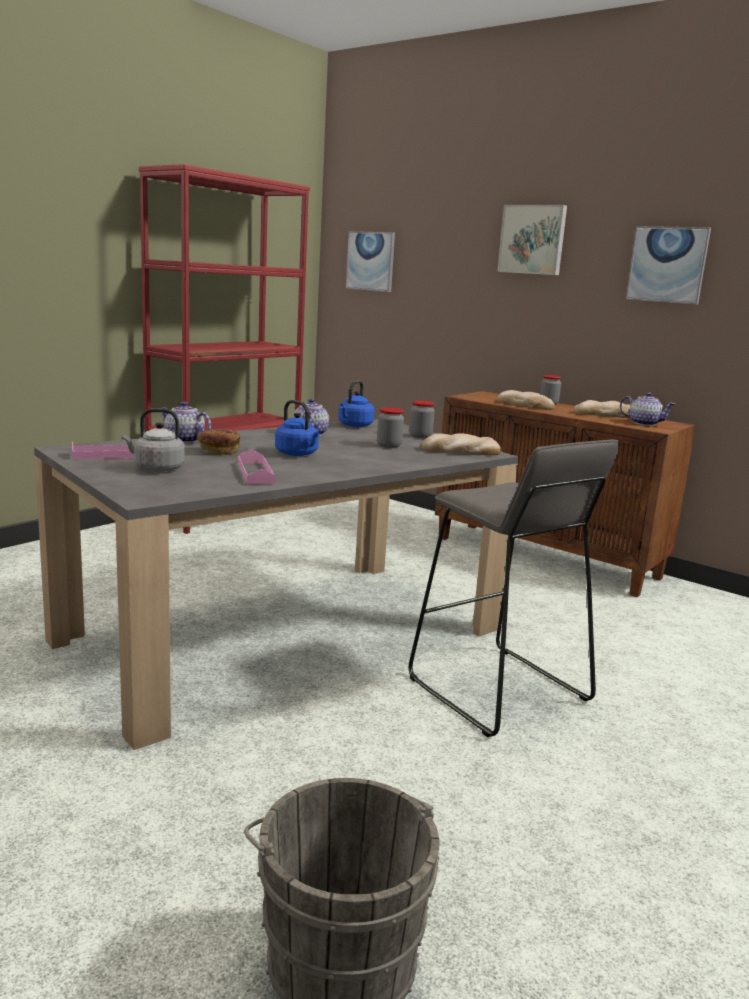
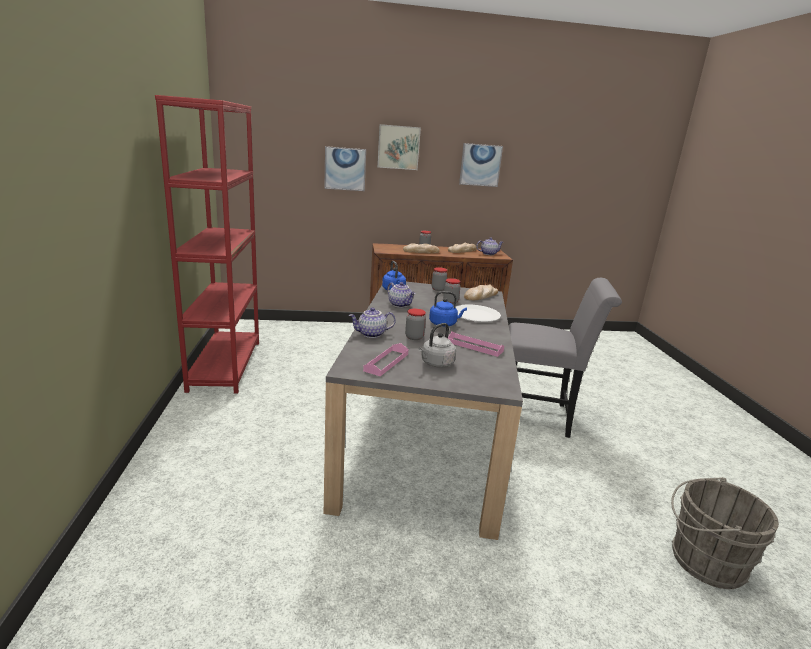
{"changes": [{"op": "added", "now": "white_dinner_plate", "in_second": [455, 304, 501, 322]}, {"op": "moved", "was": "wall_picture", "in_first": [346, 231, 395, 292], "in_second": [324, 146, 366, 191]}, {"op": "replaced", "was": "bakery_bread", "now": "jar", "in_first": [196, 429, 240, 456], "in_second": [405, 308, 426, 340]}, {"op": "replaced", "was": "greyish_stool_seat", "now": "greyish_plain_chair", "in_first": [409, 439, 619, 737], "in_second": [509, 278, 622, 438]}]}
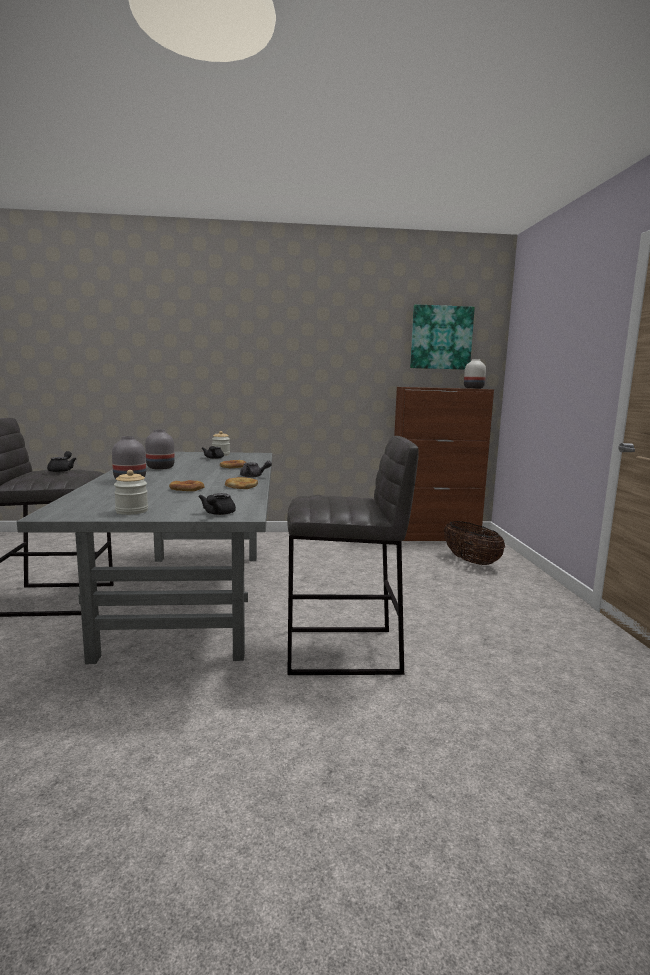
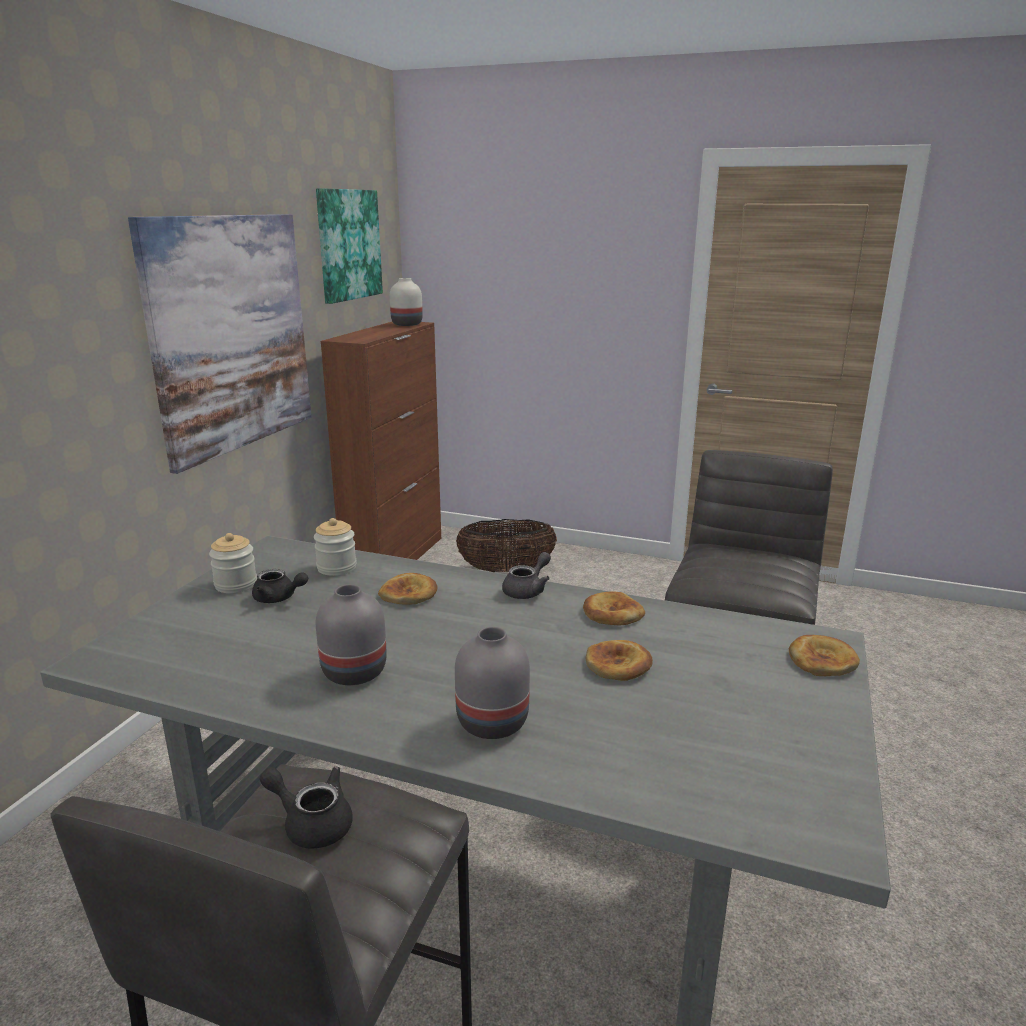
{"changes": [{"op": "added", "now": "wall_picture", "in_second": [128, 214, 311, 474]}, {"op": "moved", "was": "jar", "in_first": [114, 470, 148, 515], "in_second": [314, 518, 357, 576]}, {"op": "replaced", "was": "black-coloured_pot_for_tea", "now": "bakery_bread", "in_first": [198, 493, 236, 515], "in_second": [789, 635, 860, 676]}]}
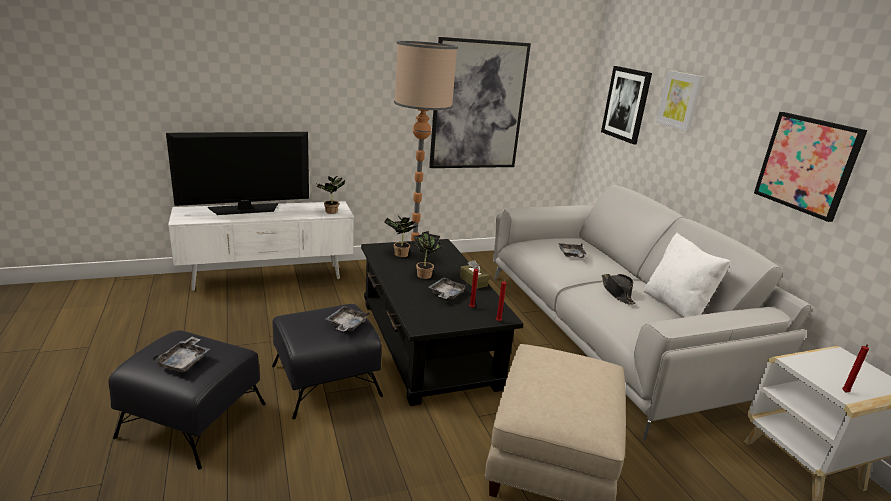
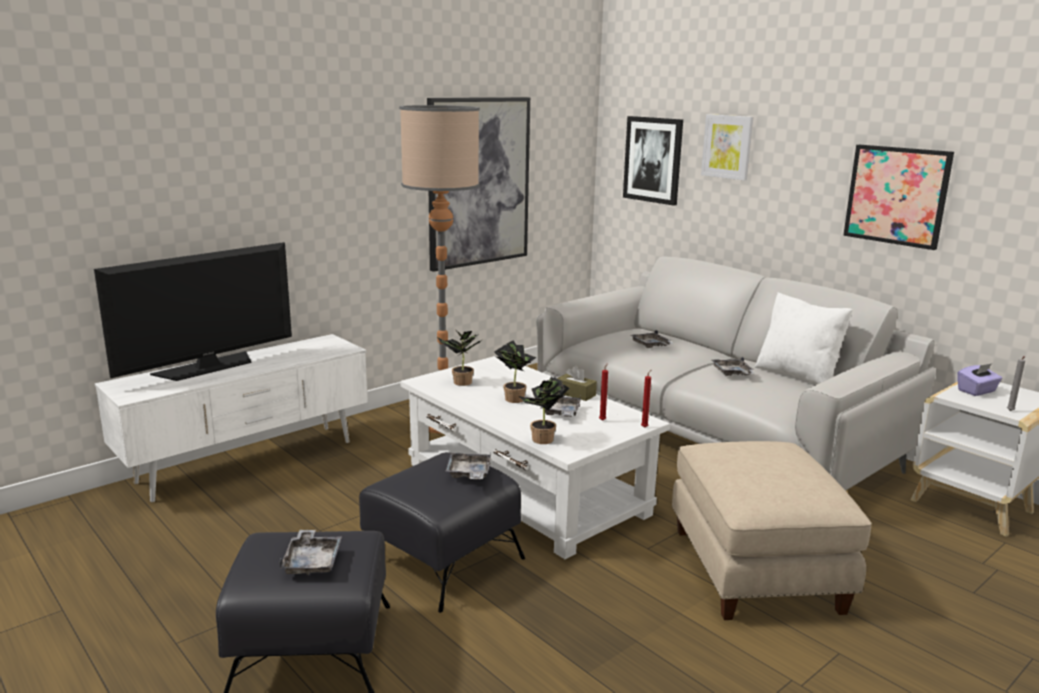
{"changes": [{"op": "added", "now": "purplish_tissue_box", "in_second": [958, 363, 1002, 396]}, {"op": "moved", "was": "houseplant", "in_first": [315, 176, 345, 214], "in_second": [519, 377, 569, 444]}, {"op": "replaced", "was": "black-coloured_hat", "now": "greyish_serving_tray", "in_first": [602, 274, 635, 305], "in_second": [712, 357, 754, 376]}, {"op": "recoloured", "was": "black-coloured_lounge_table", "now": "white_lounge_table", "in_first": [361, 239, 523, 406], "in_second": [400, 356, 670, 559]}, {"op": "recoloured", "was": "red_candle", "now": "greyish_candle", "in_first": [842, 344, 869, 393], "in_second": [1007, 356, 1025, 411]}]}
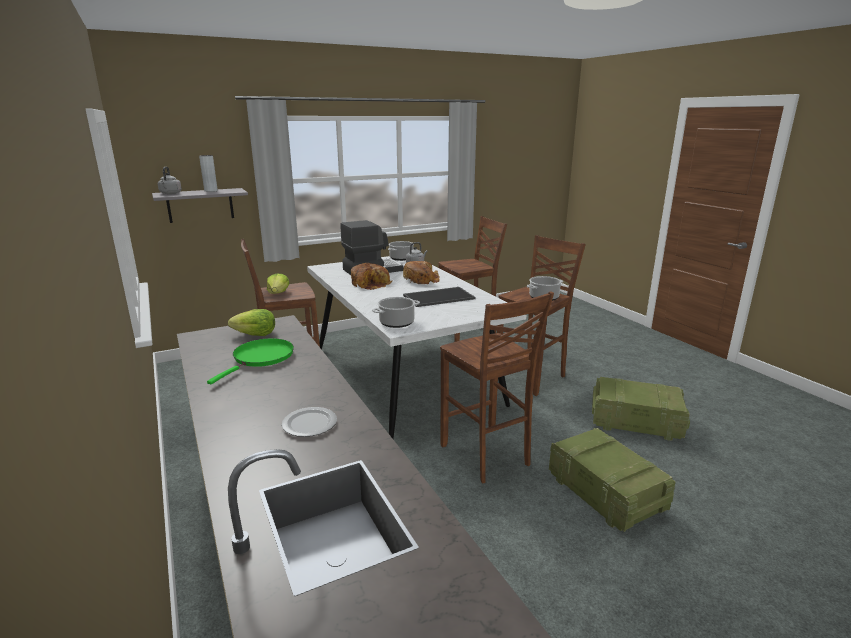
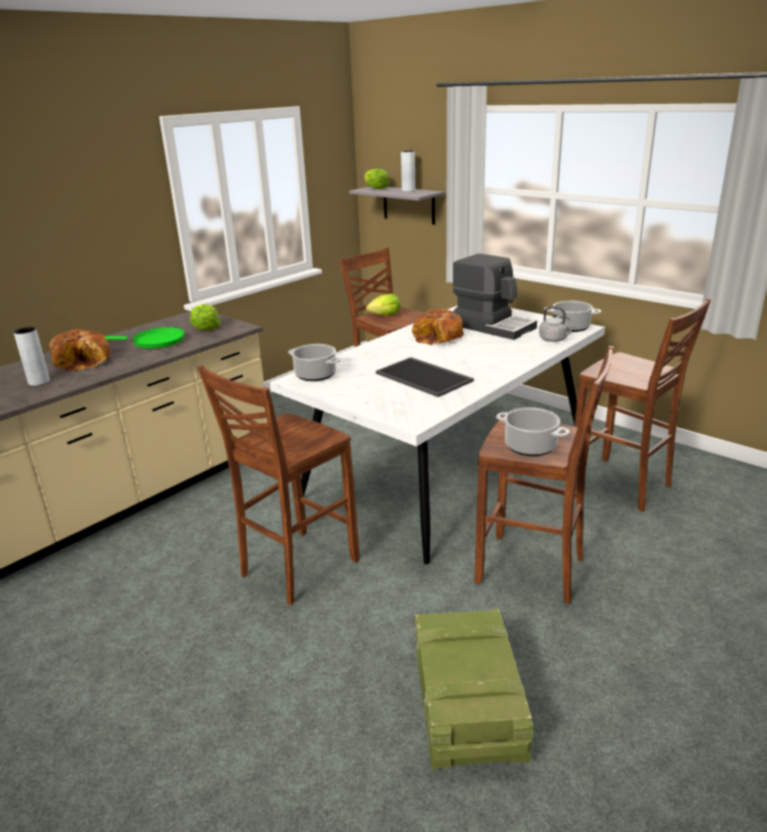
{"changes": [{"op": "removed", "was": "shipping_crate", "in_first": [549, 428, 676, 532]}, {"op": "moved", "was": "bakery_bread", "in_first": [403, 261, 440, 284], "in_second": [49, 329, 110, 372]}, {"op": "replaced", "was": "greyish_tea_kettle", "now": "head_of_lettuce", "in_first": [158, 167, 182, 194], "in_second": [364, 169, 389, 189]}, {"op": "replaced", "was": "dinner_plate", "now": "greyish_flower_vase", "in_first": [282, 407, 337, 437], "in_second": [14, 327, 50, 386]}]}
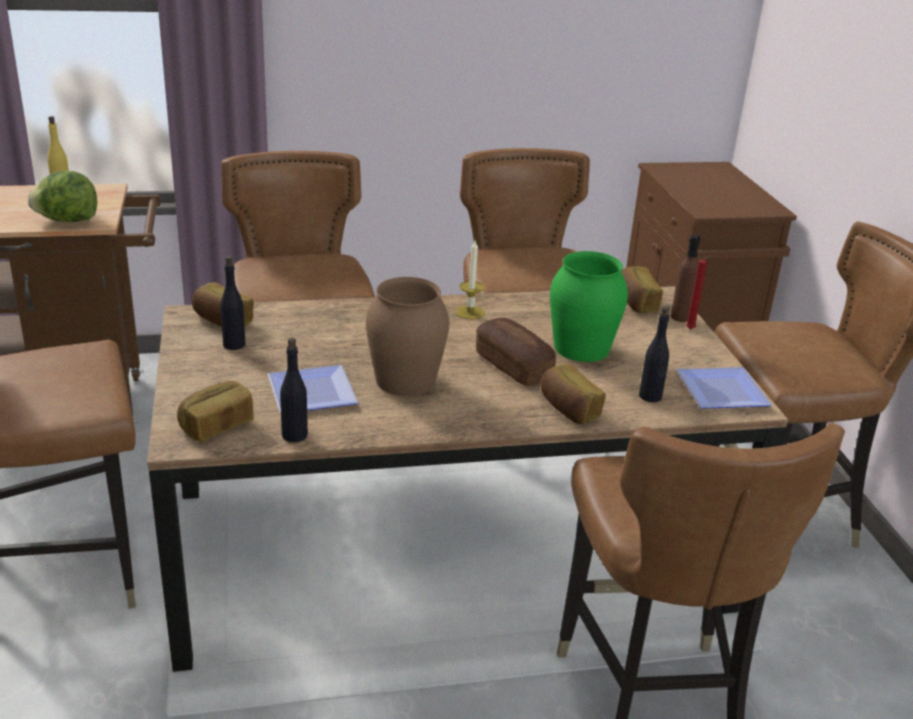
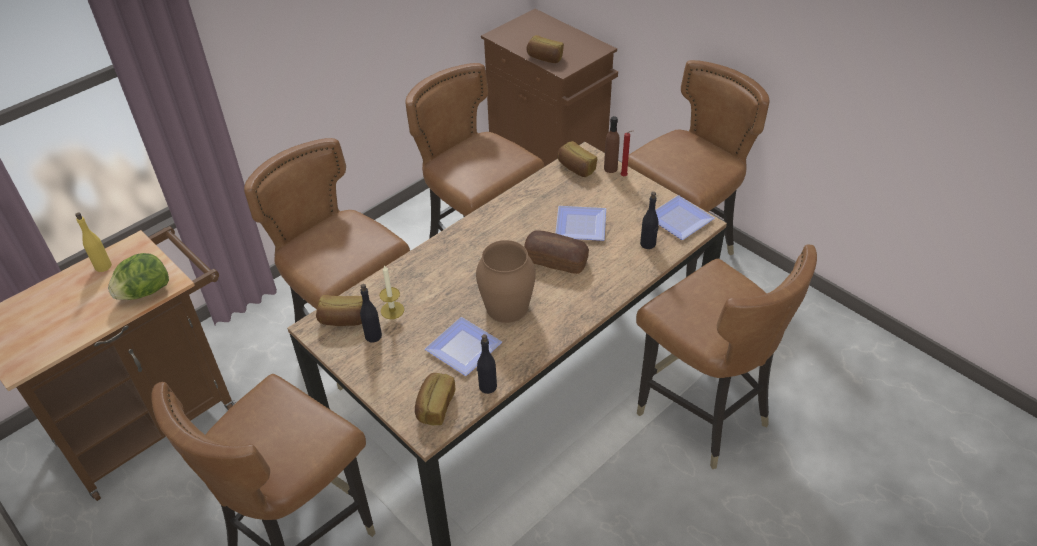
{"changes": [{"op": "moved", "was": "candle", "in_first": [456, 241, 485, 320], "in_second": [379, 265, 404, 319]}, {"op": "moved", "was": "bakery_bread", "in_first": [540, 364, 606, 424], "in_second": [526, 35, 564, 63]}, {"op": "replaced", "was": "green-coloured_flower_vase", "now": "dinner_plate", "in_first": [550, 251, 628, 362], "in_second": [555, 206, 606, 241]}]}
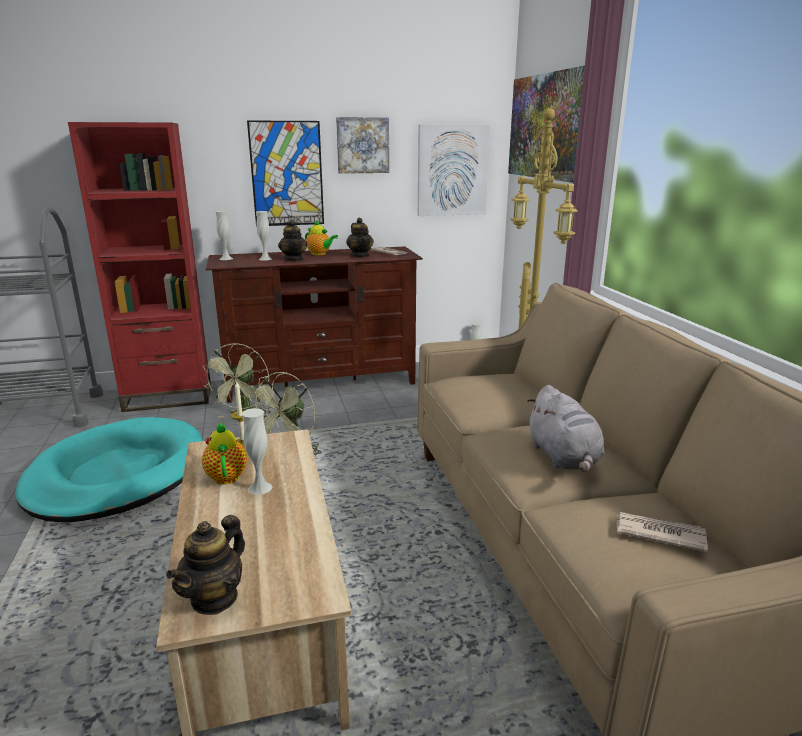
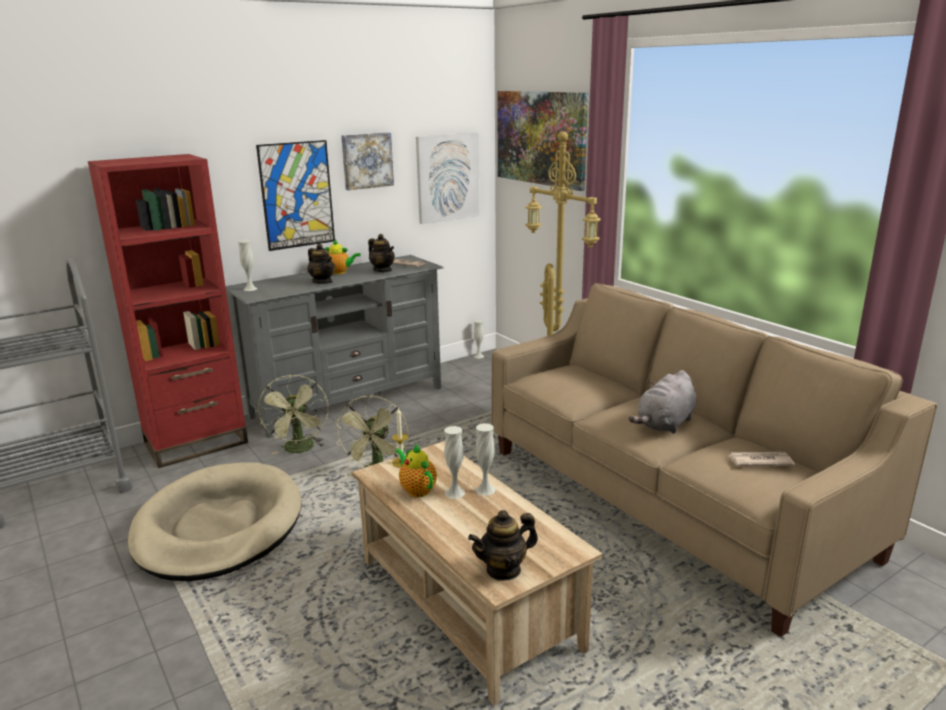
{"changes": [{"op": "moved", "was": "white_flower_vase", "in_first": [256, 211, 272, 261], "in_second": [475, 423, 496, 496]}, {"op": "recoloured", "was": "turquoise-coloured_dog_cushion", "now": "sand-coloured_dog_cushion", "in_first": [15, 417, 203, 522], "in_second": [128, 462, 301, 581]}, {"op": "recoloured", "was": "brownish_tv_stand", "now": "greyish_tv_stand", "in_first": [205, 247, 423, 403], "in_second": [225, 255, 444, 438]}, {"op": "turned", "was": "pot_for_tea", "in_first": [166, 515, 245, 615], "in_second": [468, 510, 538, 581], "clockwise": 60}, {"op": "turned", "was": "greyish_soft_toy", "in_first": [527, 385, 604, 472], "in_second": [629, 370, 696, 434], "clockwise": 75}]}
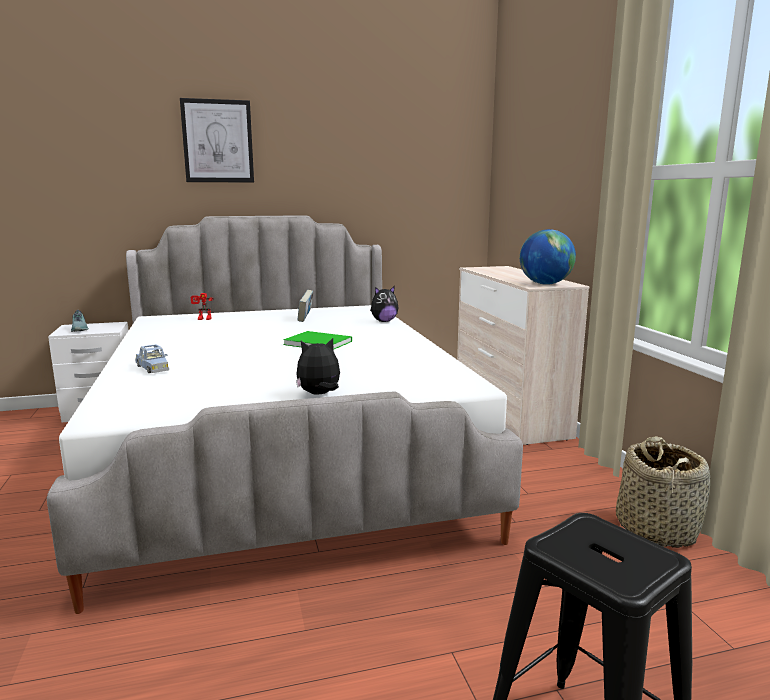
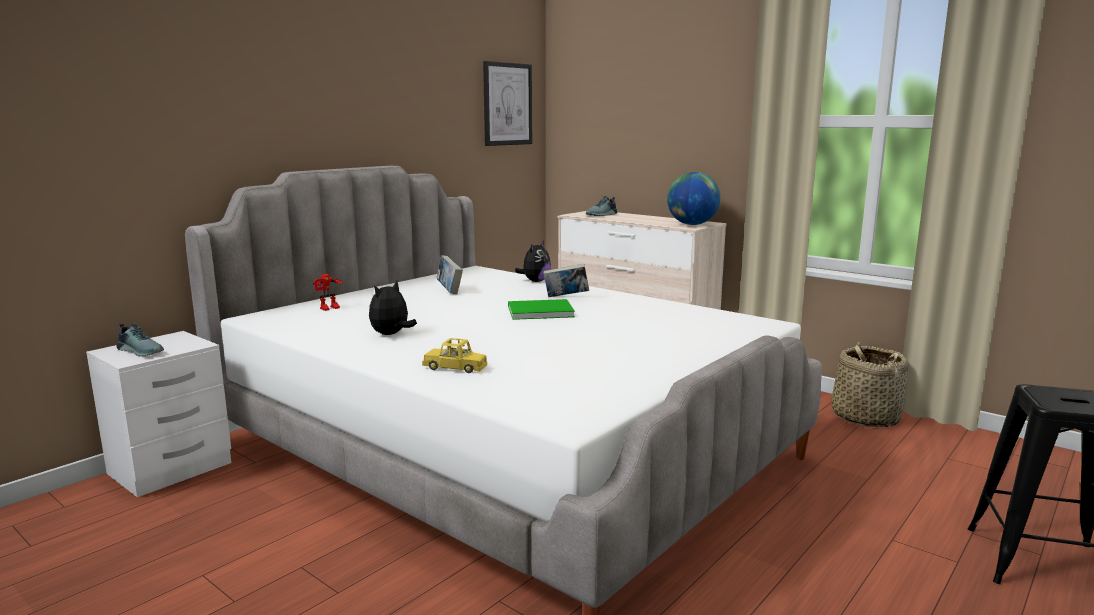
{"changes": [{"op": "added", "now": "book", "in_second": [543, 264, 589, 297]}, {"op": "added", "now": "shoe", "in_second": [586, 196, 617, 216]}, {"op": "moved", "was": "wall_picture", "in_first": [180, 98, 254, 182], "in_second": [483, 61, 532, 146]}, {"op": "moved", "was": "soft_toy", "in_first": [296, 338, 340, 394], "in_second": [369, 281, 417, 335]}, {"op": "recoloured", "was": "blue_miniature_car", "now": "yellow_miniature_car", "in_first": [135, 344, 169, 373], "in_second": [422, 338, 487, 373]}]}
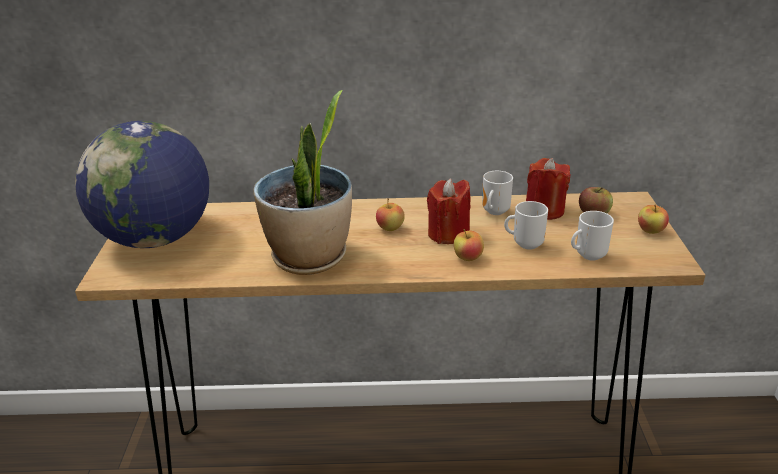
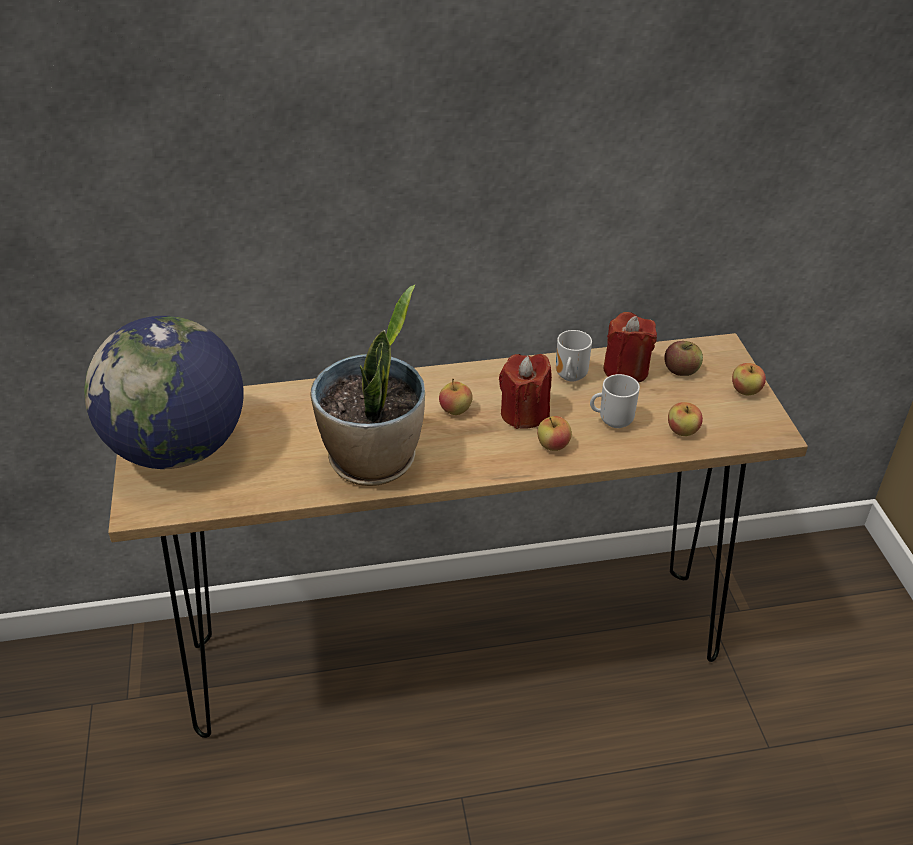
{"changes": [{"op": "replaced", "was": "mug", "now": "apple", "in_first": [571, 211, 614, 261], "in_second": [668, 402, 703, 436]}]}
